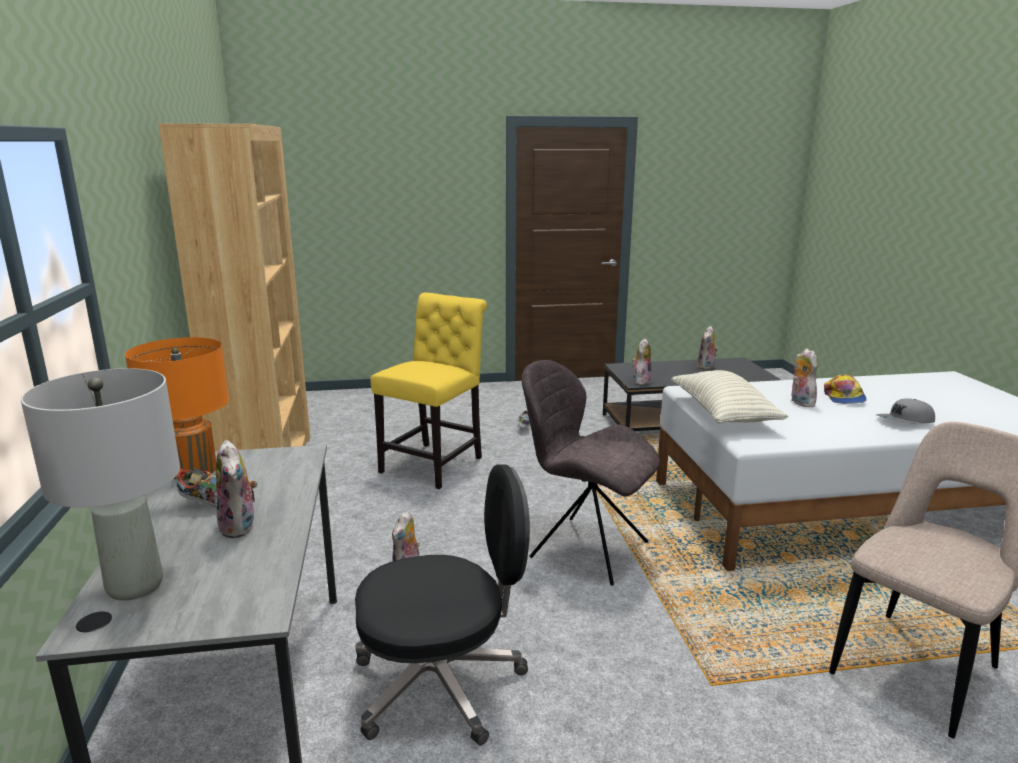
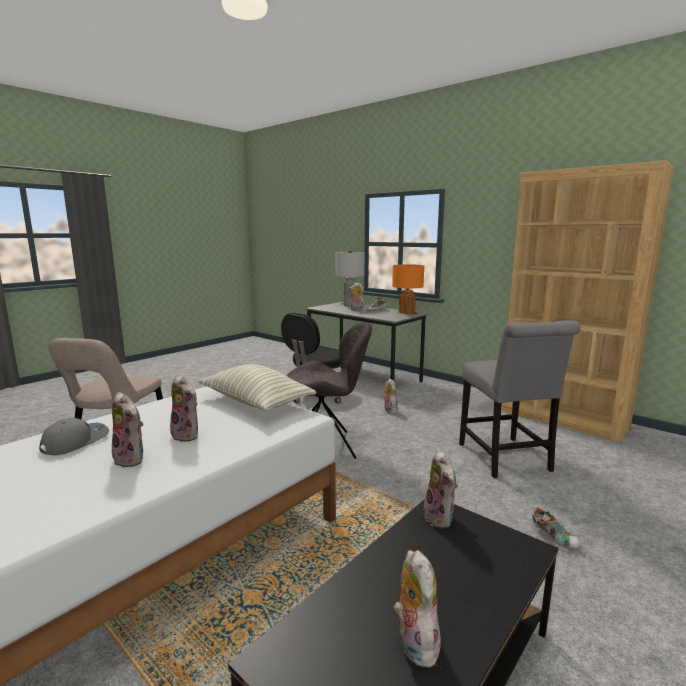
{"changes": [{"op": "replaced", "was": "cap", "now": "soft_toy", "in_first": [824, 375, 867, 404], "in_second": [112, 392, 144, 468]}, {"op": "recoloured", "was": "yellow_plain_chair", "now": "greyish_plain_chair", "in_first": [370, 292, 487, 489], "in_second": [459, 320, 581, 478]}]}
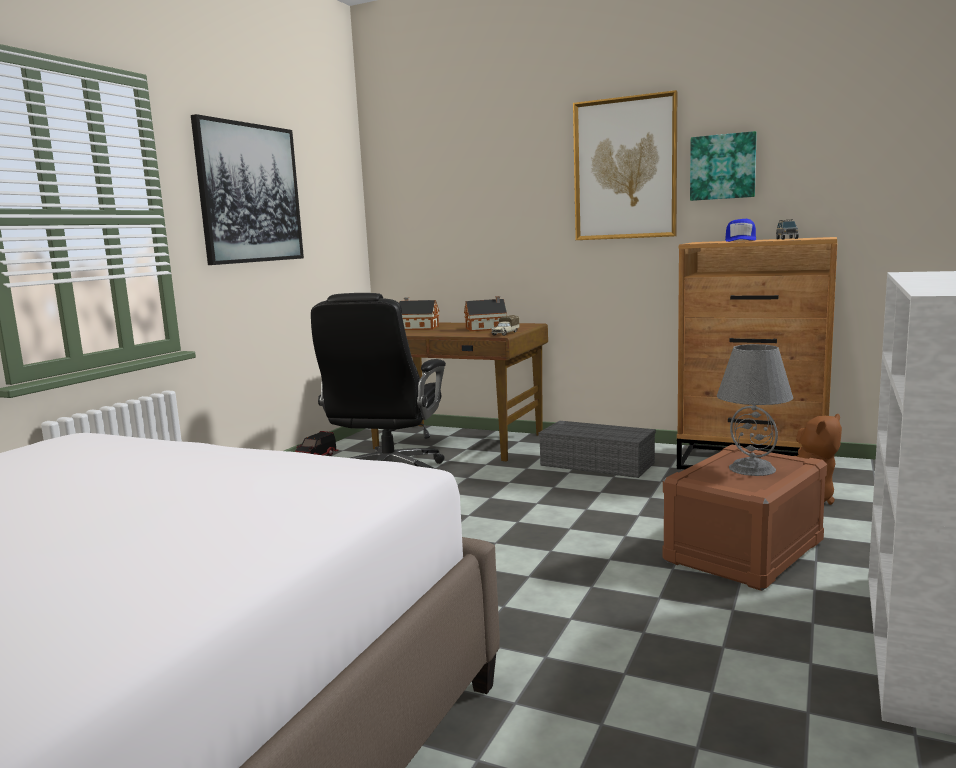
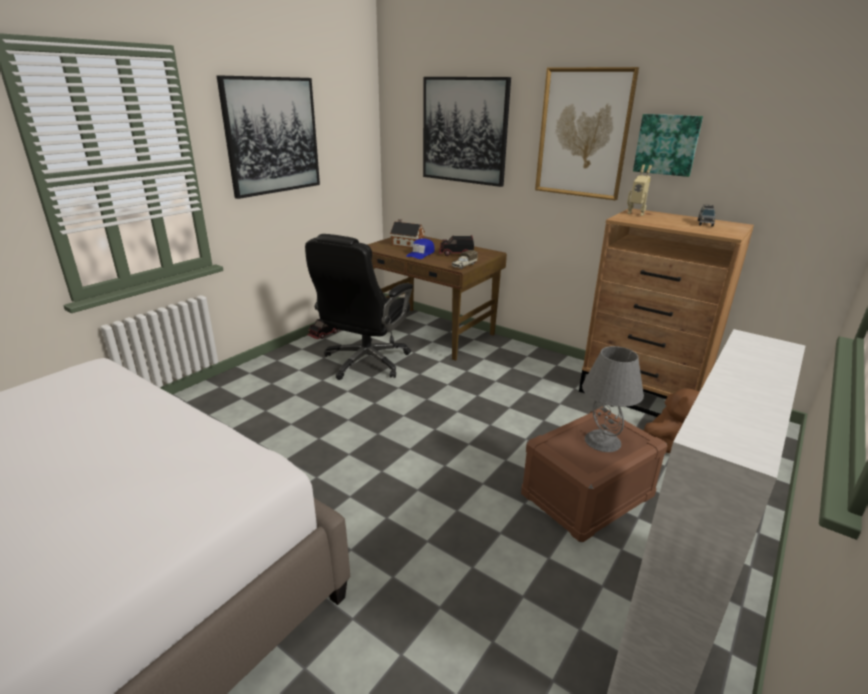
{"changes": [{"op": "removed", "was": "greyish_storage_bin", "in_first": [538, 421, 656, 478]}, {"op": "added", "now": "wall_picture", "in_second": [423, 77, 511, 187]}, {"op": "added", "now": "toy_robot", "in_second": [627, 164, 652, 216]}, {"op": "moved", "was": "blue_cap", "in_first": [725, 219, 756, 242], "in_second": [406, 239, 435, 259]}, {"op": "replaced", "was": "miniature_house", "now": "model_truck", "in_first": [464, 296, 507, 331], "in_second": [439, 235, 474, 256]}]}
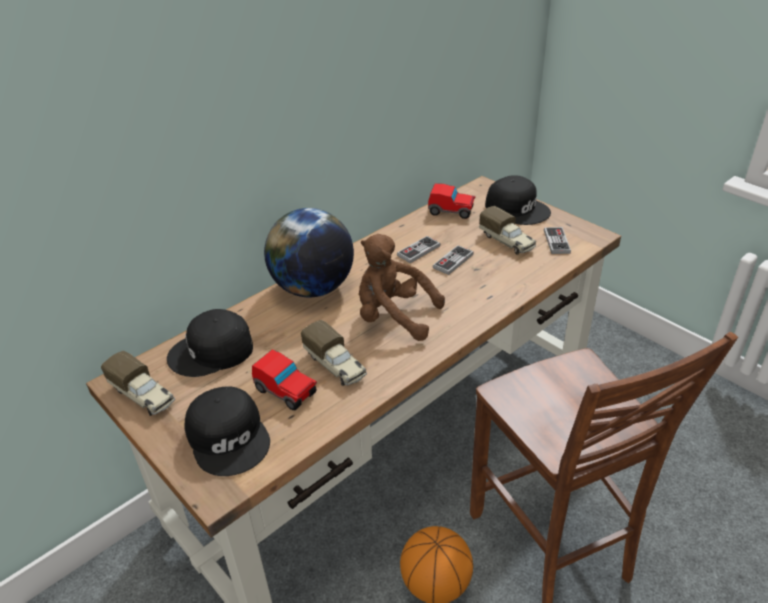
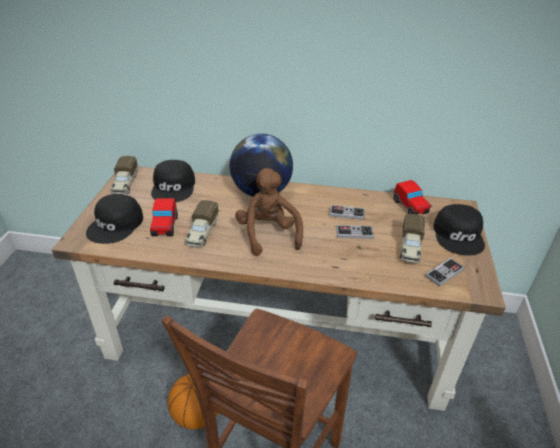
{"changes": [{"op": "turned", "was": "black-coloured_cap", "in_first": [167, 309, 253, 377], "in_second": [151, 160, 195, 202], "clockwise": -120}]}
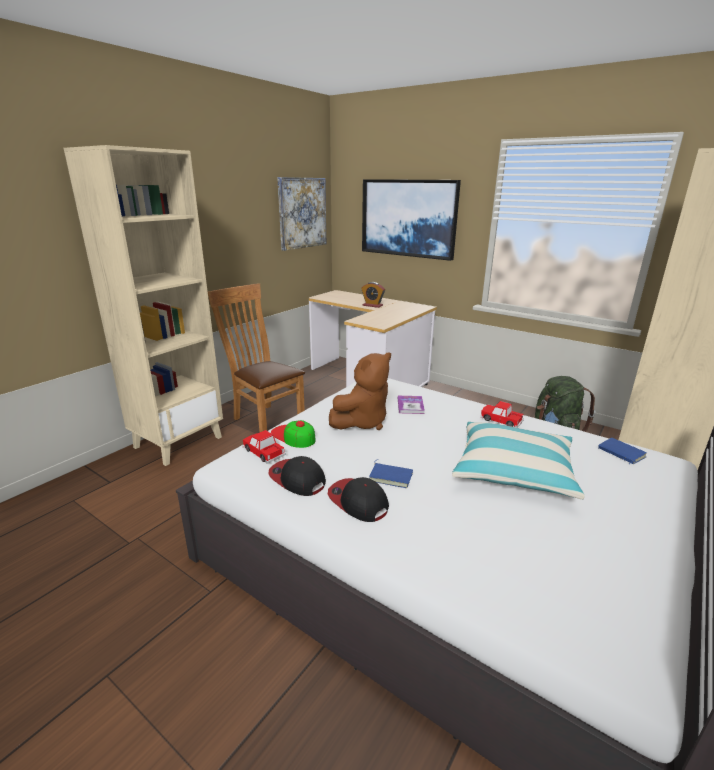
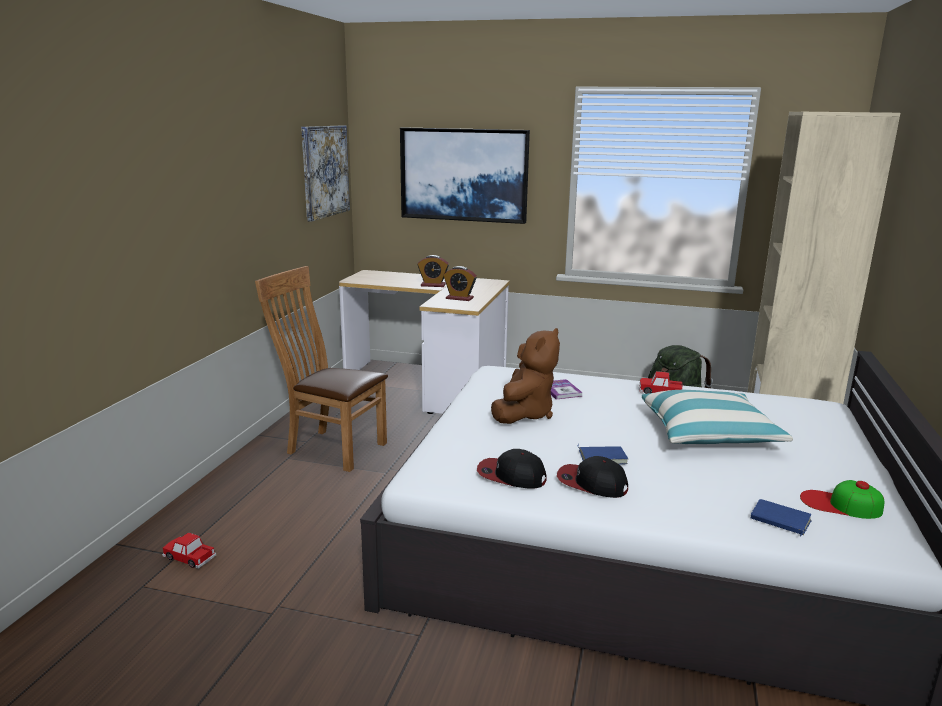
{"changes": [{"op": "removed", "was": "sand-coloured_bookcase", "in_first": [64, 145, 223, 466]}, {"op": "added", "now": "table_clock", "in_second": [443, 266, 477, 301]}, {"op": "moved", "was": "miniature_car", "in_first": [242, 430, 286, 464], "in_second": [162, 532, 216, 569]}, {"op": "moved", "was": "cap", "in_first": [271, 420, 316, 448], "in_second": [800, 480, 884, 519]}, {"op": "moved", "was": "blue_book", "in_first": [598, 438, 647, 464], "in_second": [751, 499, 812, 537]}]}
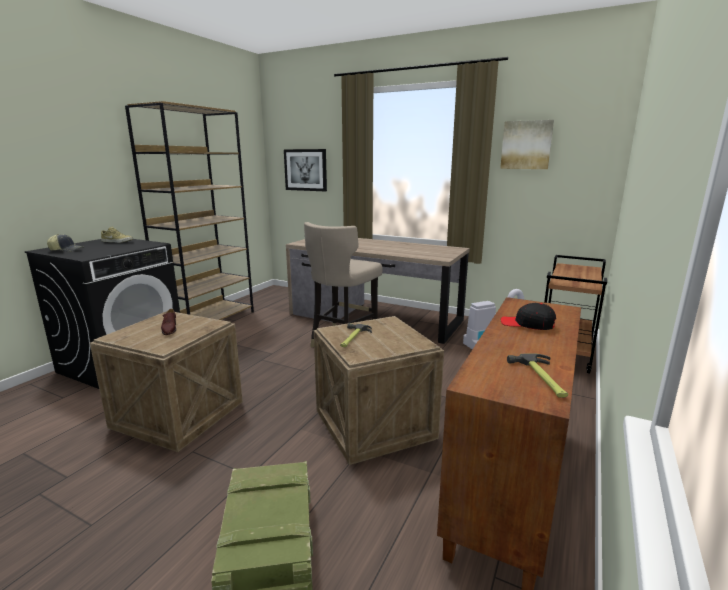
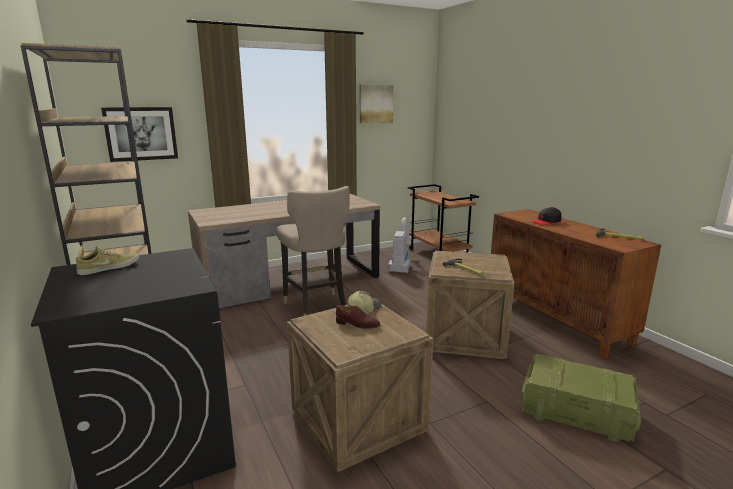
{"changes": [{"op": "moved", "was": "cap", "in_first": [47, 234, 84, 252], "in_second": [347, 291, 382, 314]}]}
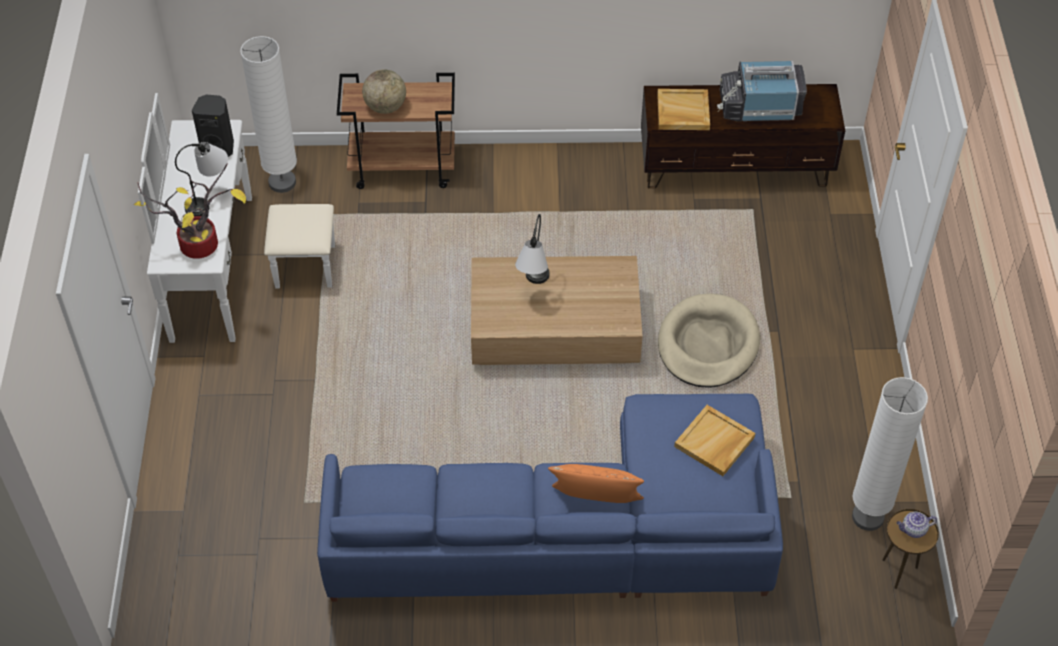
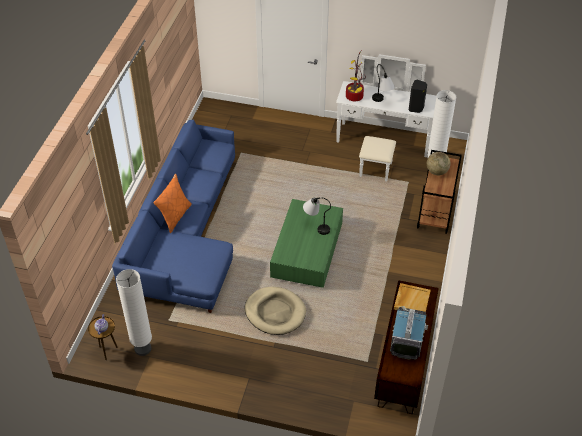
{"changes": [{"op": "removed", "was": "sand-coloured_serving_tray", "in_first": [674, 405, 755, 476]}, {"op": "recoloured", "was": "brownish_lounge_table", "now": "green-coloured_lounge_table", "in_first": [471, 256, 643, 365], "in_second": [270, 199, 343, 288]}]}
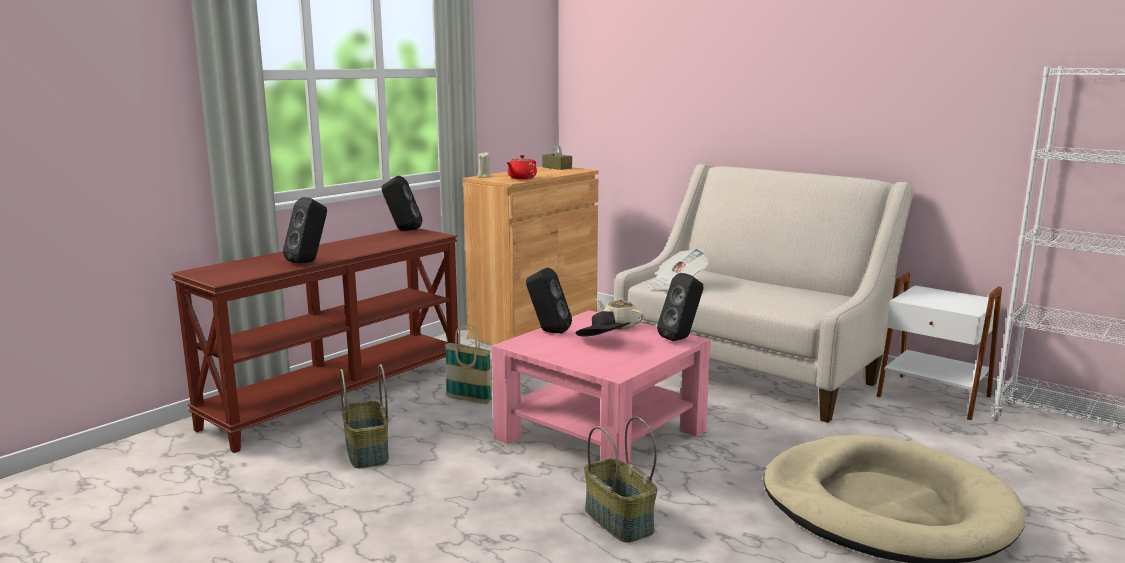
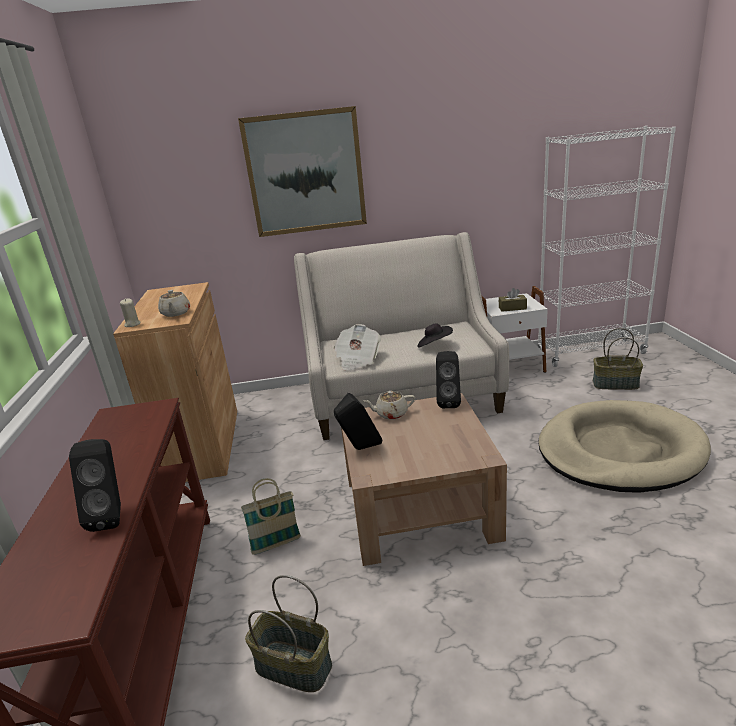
{"changes": [{"op": "removed", "was": "black-coloured_audio_speaker", "in_first": [382, 176, 422, 231]}, {"op": "added", "now": "wall_picture", "in_second": [238, 106, 367, 237]}, {"op": "moved", "was": "brownish_tissue_box", "in_first": [542, 143, 572, 170], "in_second": [499, 288, 527, 312]}, {"op": "moved", "was": "black-coloured_hat", "in_first": [575, 311, 631, 337], "in_second": [417, 323, 453, 348]}, {"op": "moved", "was": "basket", "in_first": [584, 417, 657, 543], "in_second": [593, 328, 643, 390]}, {"op": "recoloured", "was": "pinkish_lounge_table", "now": "brownish_lounge_table", "in_first": [492, 310, 711, 464], "in_second": [341, 393, 507, 566]}, {"op": "recoloured", "was": "red_pot_for_tea", "now": "sand-coloured_pot_for_tea", "in_first": [506, 155, 537, 179], "in_second": [158, 290, 190, 317]}]}
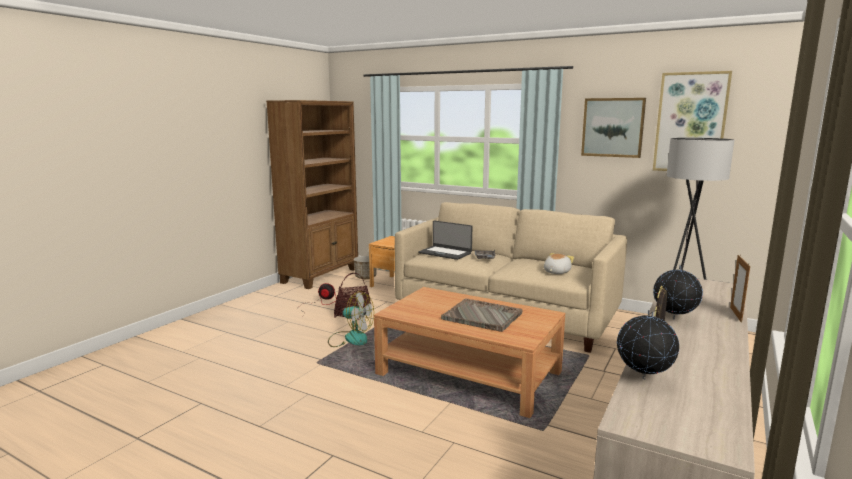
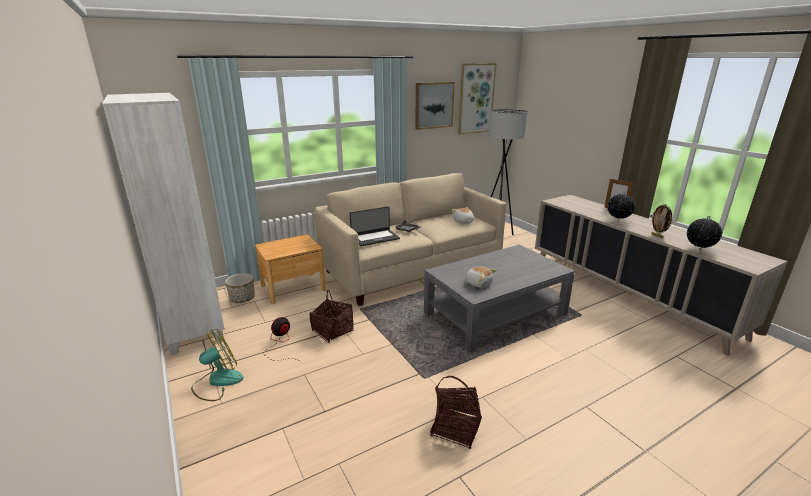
{"changes": [{"op": "removed", "was": "greyish_serving_tray", "in_first": [441, 299, 523, 332]}, {"op": "added", "now": "basket", "in_second": [430, 376, 482, 449]}, {"op": "added", "now": "soft_toy", "in_second": [465, 267, 496, 288]}, {"op": "moved", "was": "cooling_fan", "in_first": [328, 291, 374, 347], "in_second": [191, 329, 244, 401]}, {"op": "recoloured", "was": "brownish_bookcase", "now": "white_bookcase", "in_first": [266, 100, 358, 289], "in_second": [102, 93, 225, 356]}, {"op": "recoloured", "was": "brownish_lounge_table", "now": "greyish_lounge_table", "in_first": [374, 287, 566, 418], "in_second": [424, 245, 575, 352]}]}
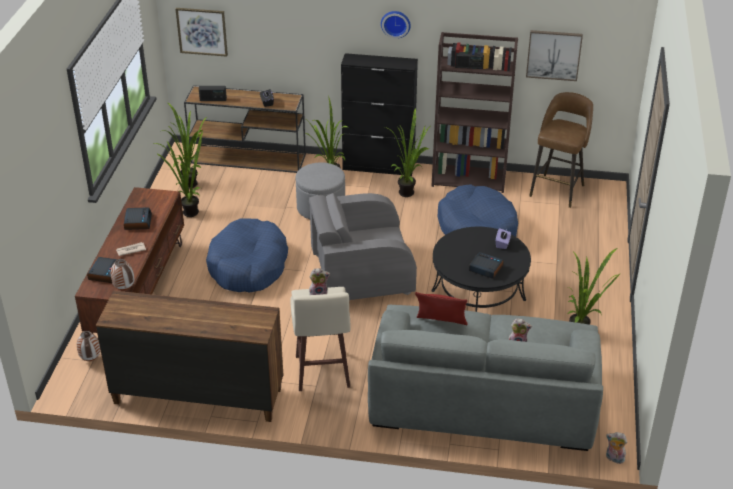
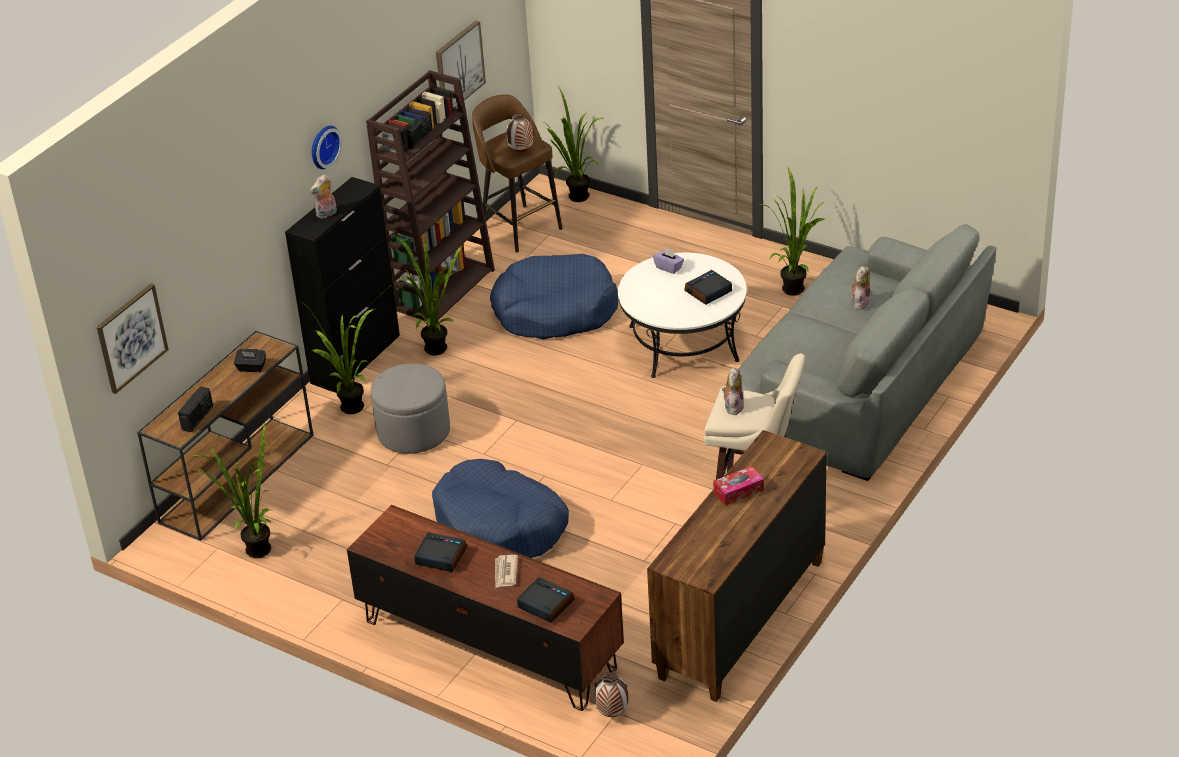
{"changes": [{"op": "removed", "was": "greyish_lounge_chair", "in_first": [309, 193, 417, 300]}, {"op": "removed", "was": "red_cushion", "in_first": [415, 292, 468, 325]}, {"op": "added", "now": "tissue_box", "in_second": [713, 466, 764, 506]}, {"op": "moved", "was": "flower_vase", "in_first": [111, 259, 134, 290], "in_second": [507, 114, 533, 153]}, {"op": "moved", "was": "houseplant", "in_first": [155, 131, 203, 217], "in_second": [543, 85, 604, 202]}, {"op": "moved", "was": "soft_toy", "in_first": [606, 432, 627, 464], "in_second": [310, 174, 337, 219]}, {"op": "recoloured", "was": "black-coloured_lounge_table", "now": "white_lounge_table", "in_first": [431, 227, 531, 312], "in_second": [618, 253, 747, 378]}]}
